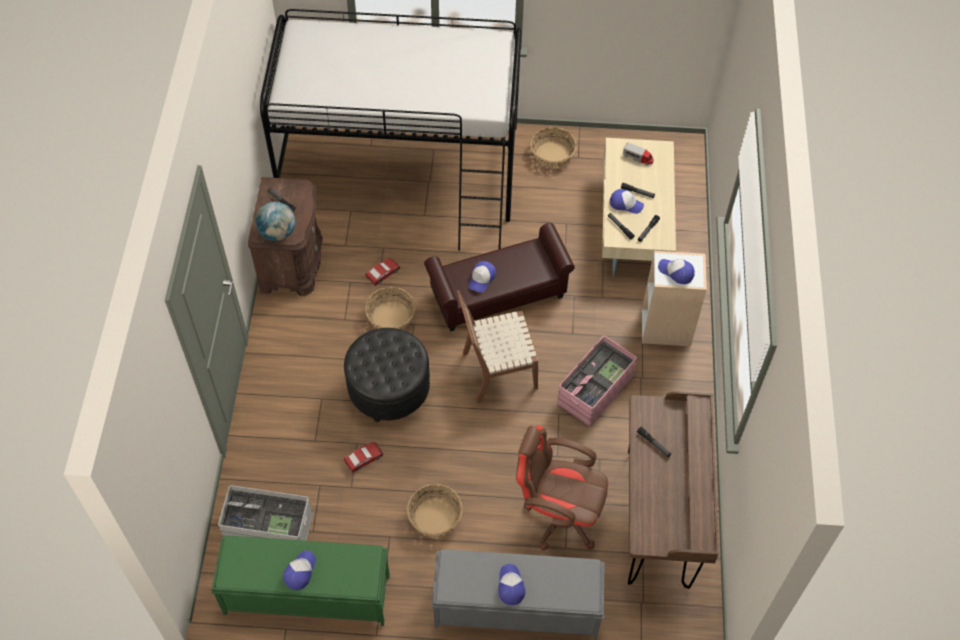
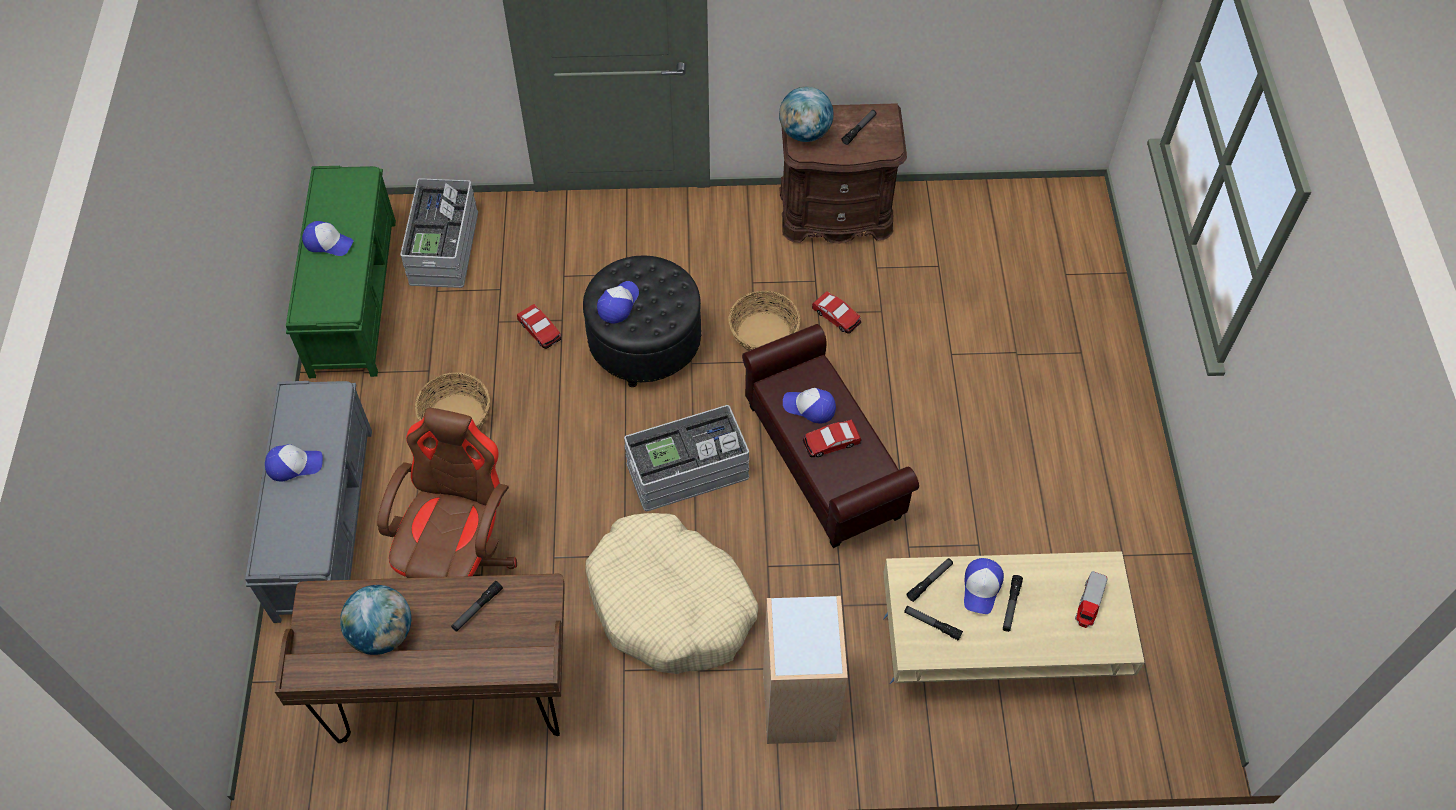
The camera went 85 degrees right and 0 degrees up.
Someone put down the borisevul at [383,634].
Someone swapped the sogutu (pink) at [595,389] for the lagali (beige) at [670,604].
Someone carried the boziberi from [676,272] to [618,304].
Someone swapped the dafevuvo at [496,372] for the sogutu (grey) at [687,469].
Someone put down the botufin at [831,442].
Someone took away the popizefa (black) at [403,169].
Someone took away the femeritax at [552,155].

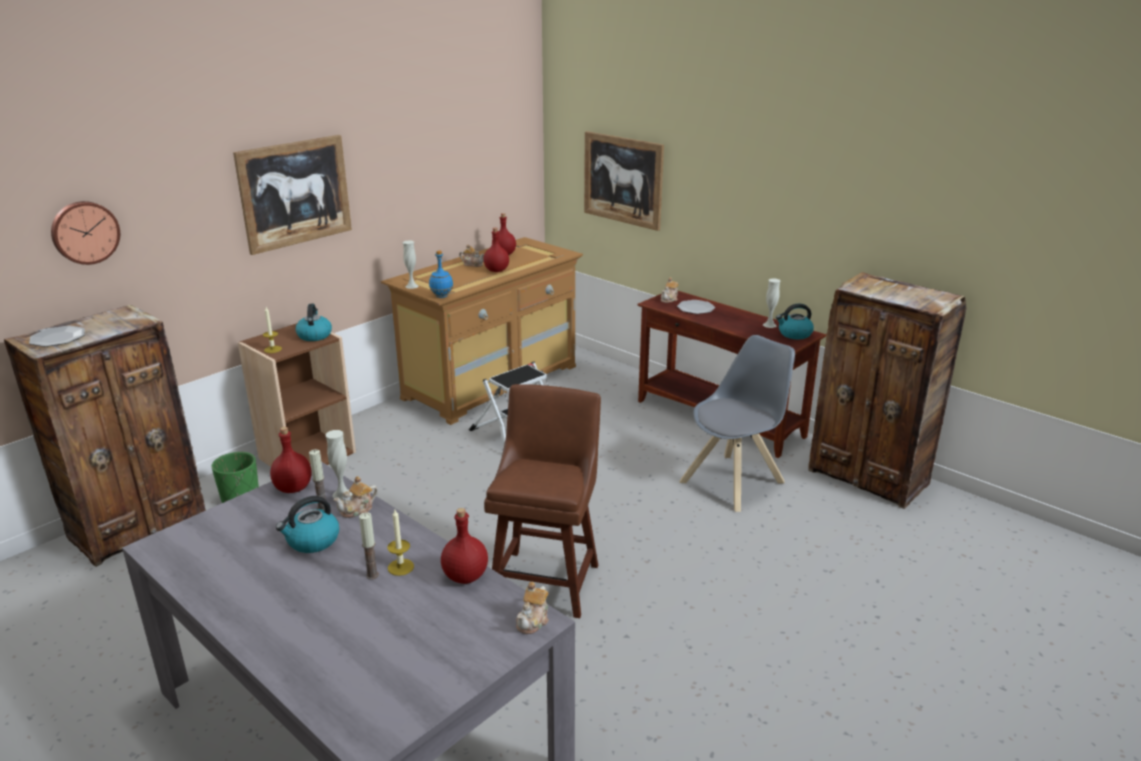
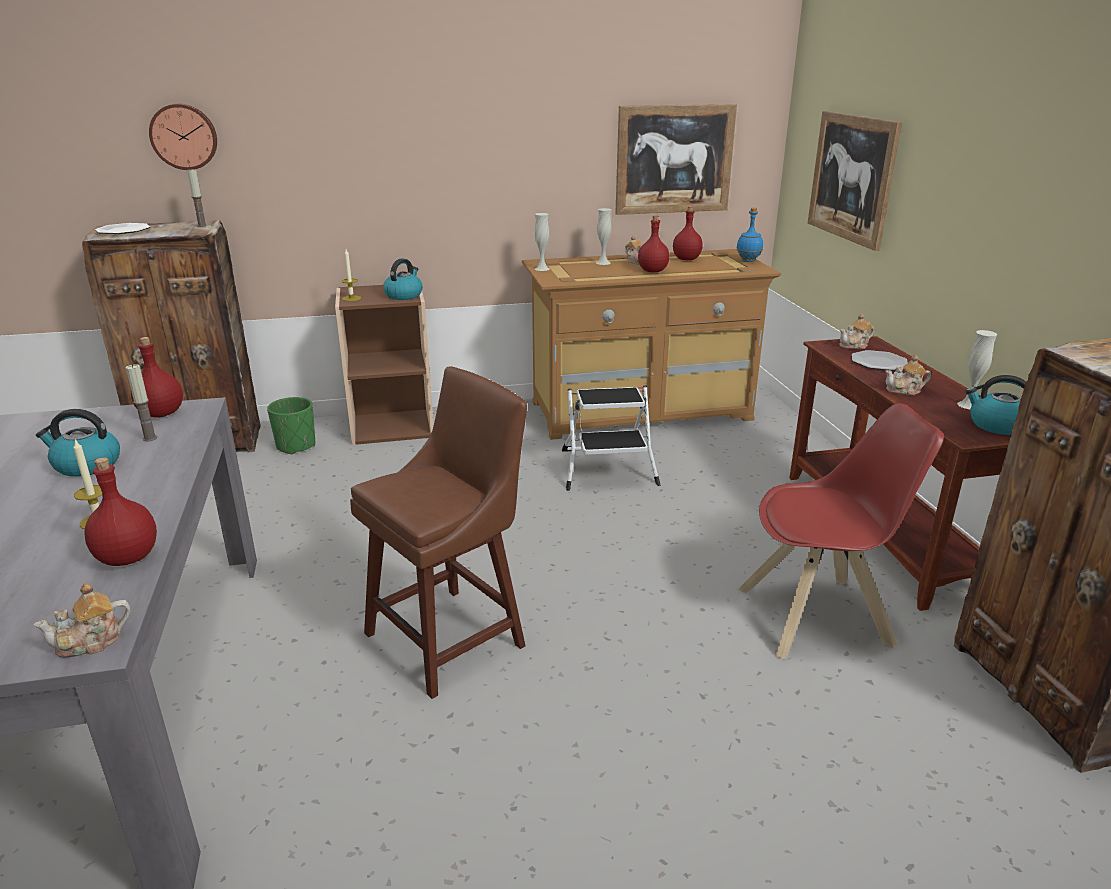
The camera went 35 degrees right and 0 degrees up.
Someone carried the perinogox from [372,575] to [202,225].
Someone carried the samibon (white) from [342,494] to [603,263].
Someone carried the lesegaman from [295,193] to [674,159].
Someone carried the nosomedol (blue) from [441,296] to [748,261].
Someone repainted the dafevuvo (grey) at [734,481], which became the dafevuvo (red) at [818,616].
Someone carried the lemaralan from [357,510] to [905,391].

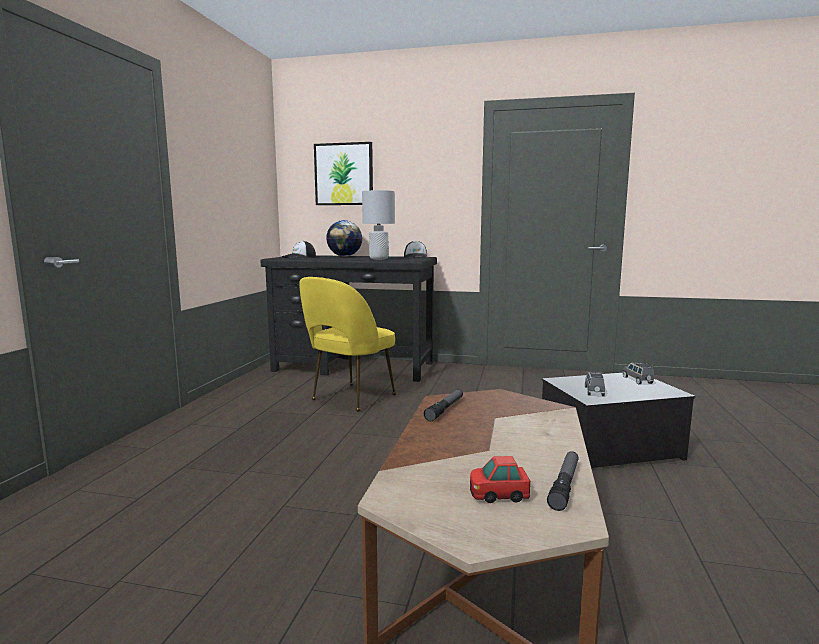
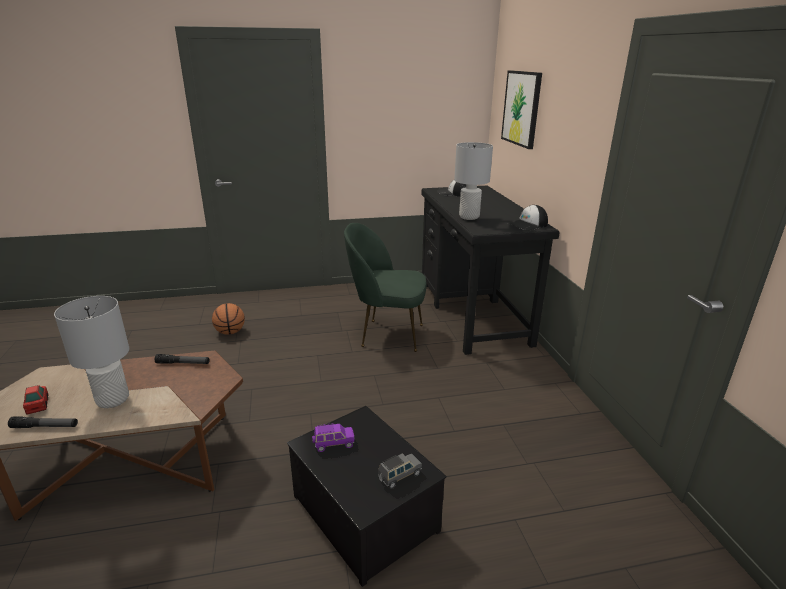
The camera went 65 degrees right and 15 degrees up.
Someone put down the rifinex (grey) at [113,402].
Someone put down the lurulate at [230,332].
Someone repainted the botufin (grey) at [594,391], which became the botufin (purple) at [333,444].
Someone repainted the dafevuvo (yellow) at [349,399], which became the dafevuvo (green) at [386,335].
Someone took away the borisevul at [344,256].

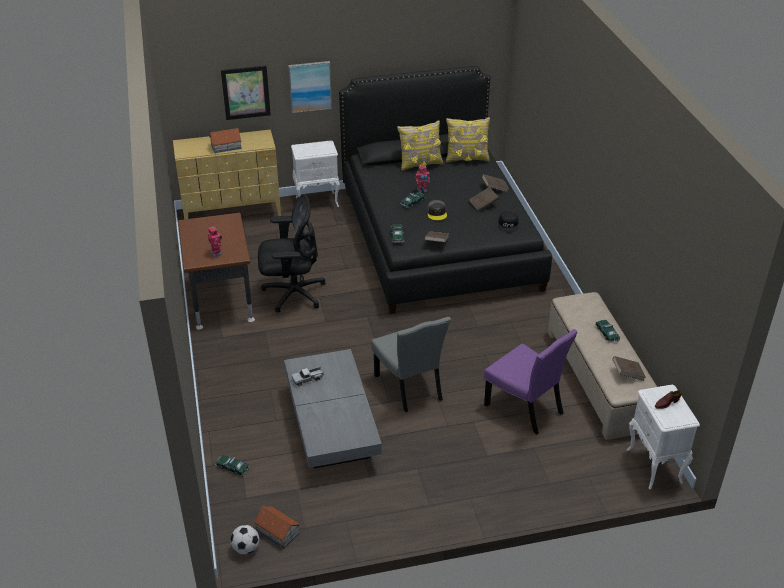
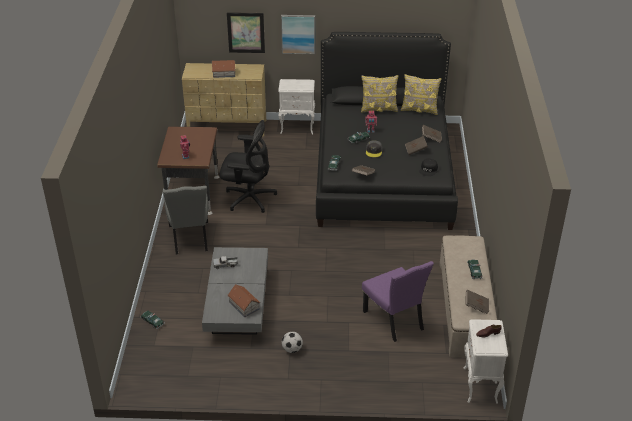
The camera went 15 degrees right and 0 degrees up.
Someone carried the dafevuvo (grey) from [409,386] to [190,237].
Someone carried the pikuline from [278,532] to [244,305].
Someone carried the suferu from [246,548] to [292,349].

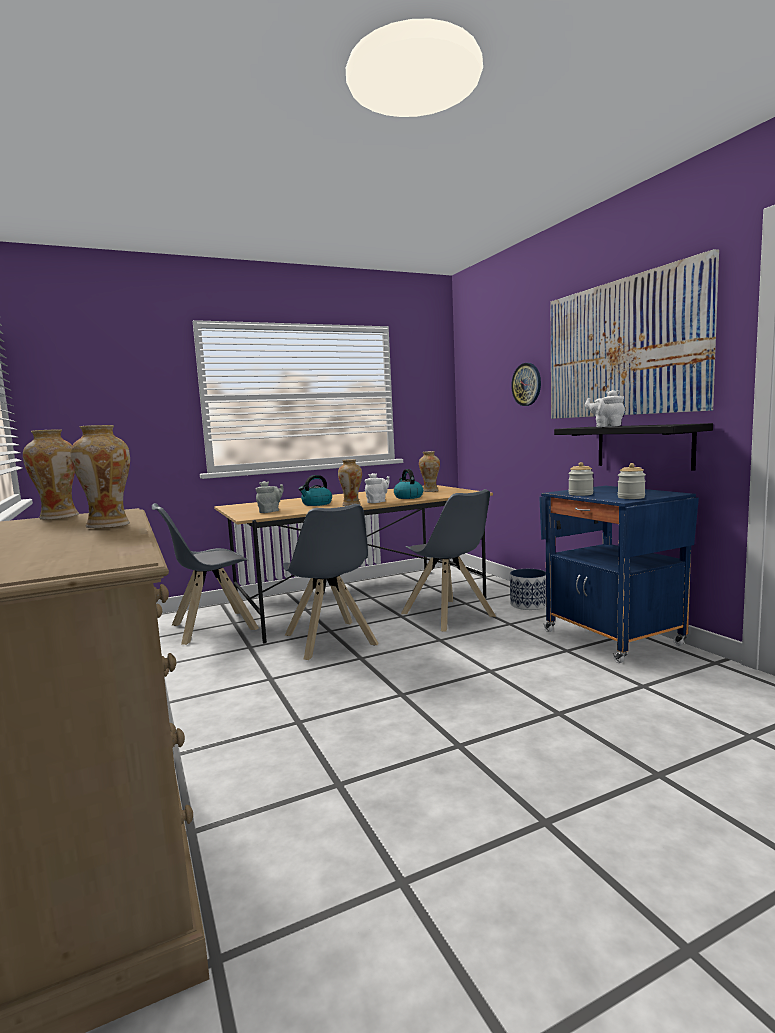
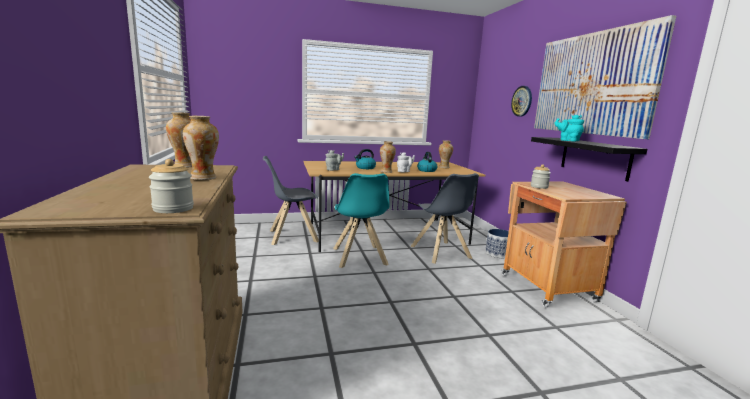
The camera went 10 degrees right and 5 degrees up.
Someone carried the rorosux from [631,497] to [173,209].
Someone repainted the dafevuvo (grey) at [331,641], which became the dafevuvo (turquoise) at [359,257].
Someone repainted the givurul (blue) at [613,639], which became the givurul (brown) at [548,289].
Someone repainted the lemaralan (white) at [606,426], which became the lemaralan (turquoise) at [567,140].

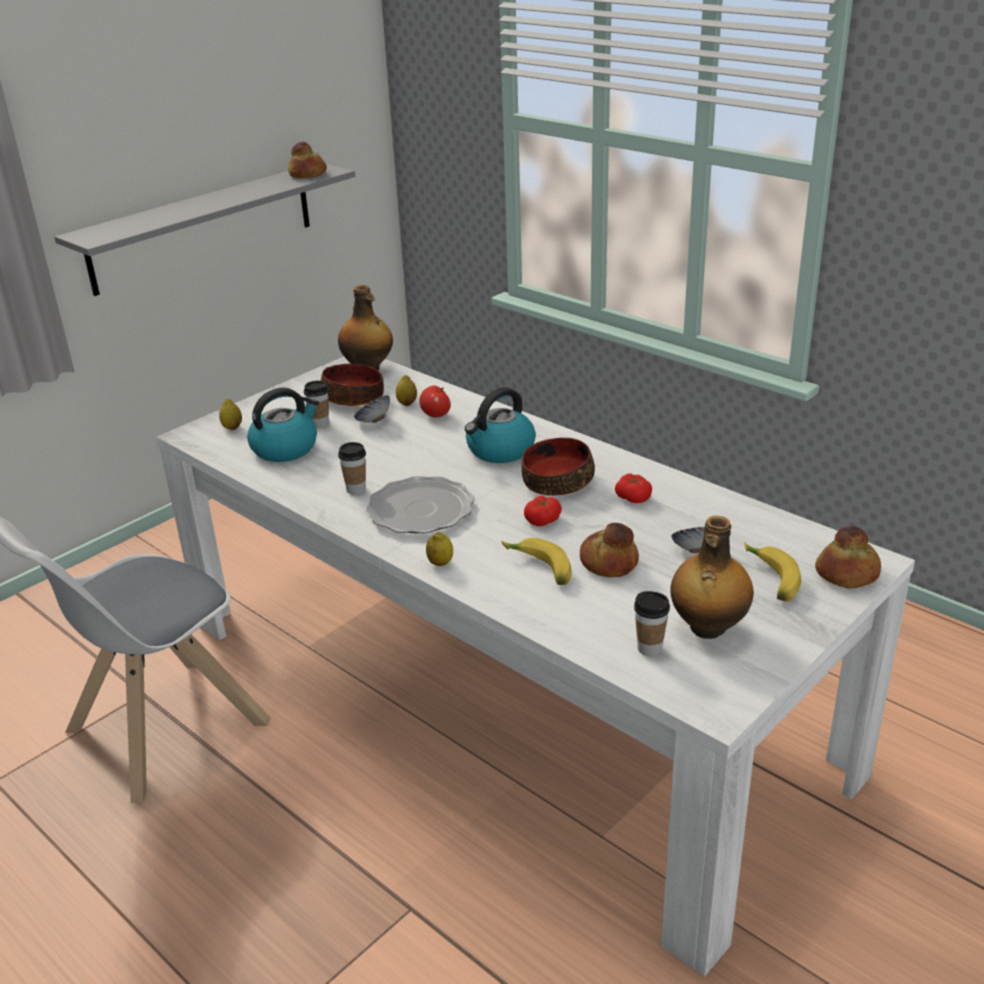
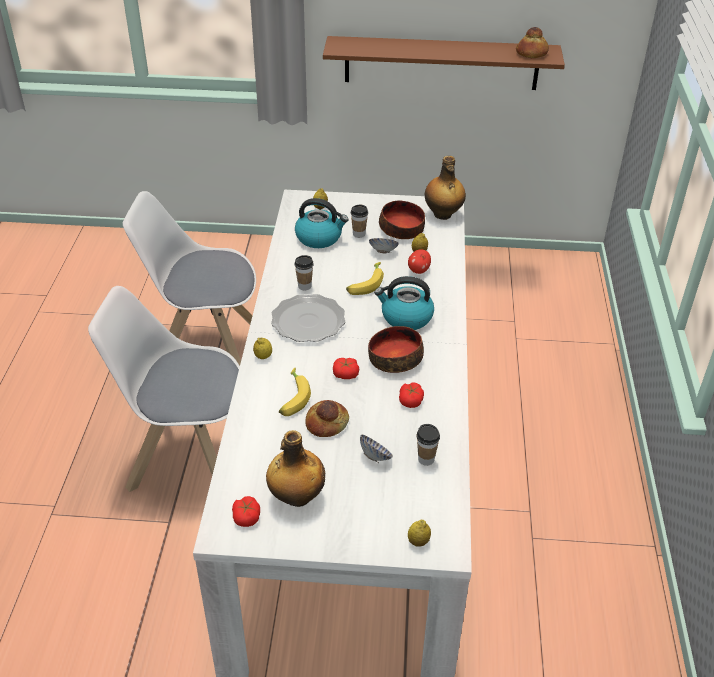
The camera went 50 degrees right and 10 degrees up.
Someone put down the dafevuvo at [189,459].
Someone put down the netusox at [247,517].
Someone repainted the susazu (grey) at [203,227], which became the susazu (brown) at [441,63].
Someone carried the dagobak from [769,580] to [365,284].
Someone swapped the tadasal at [848,574] for the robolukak at [418,541].
Someone carried the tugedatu from [649,648] to [426,459].

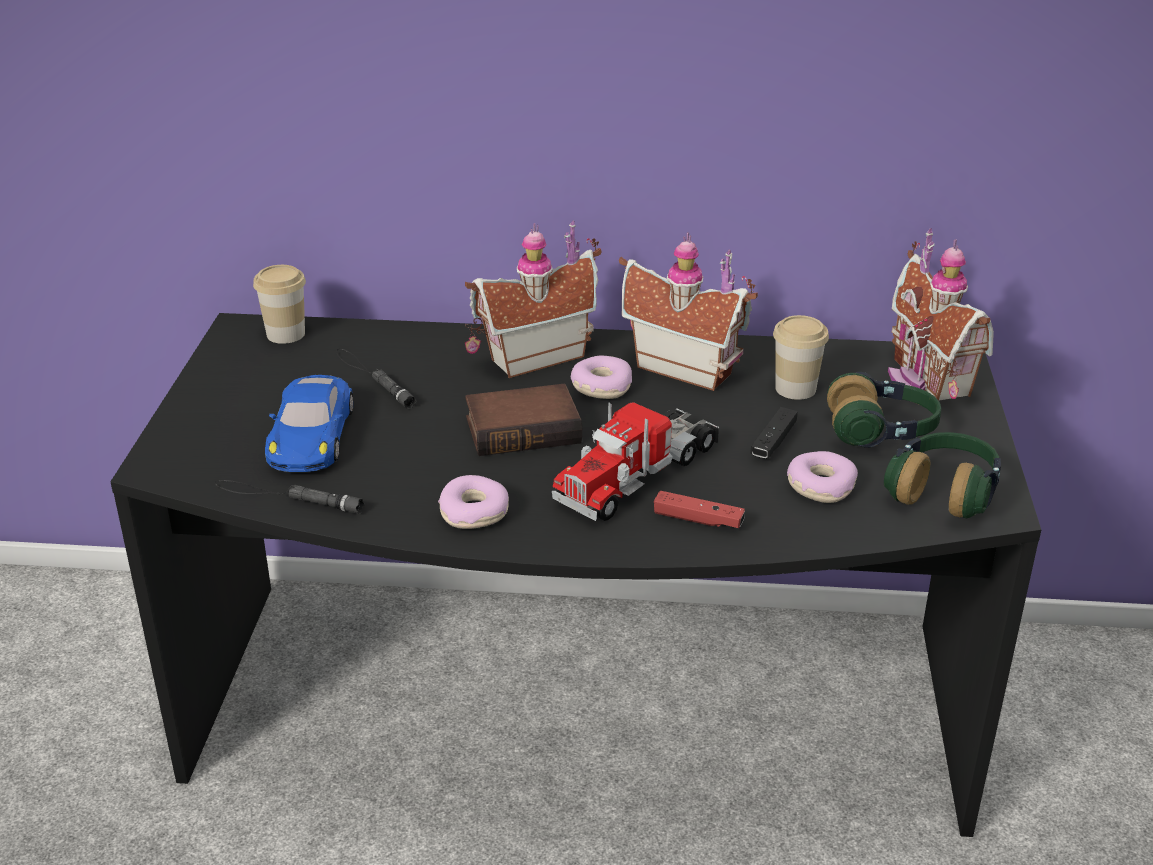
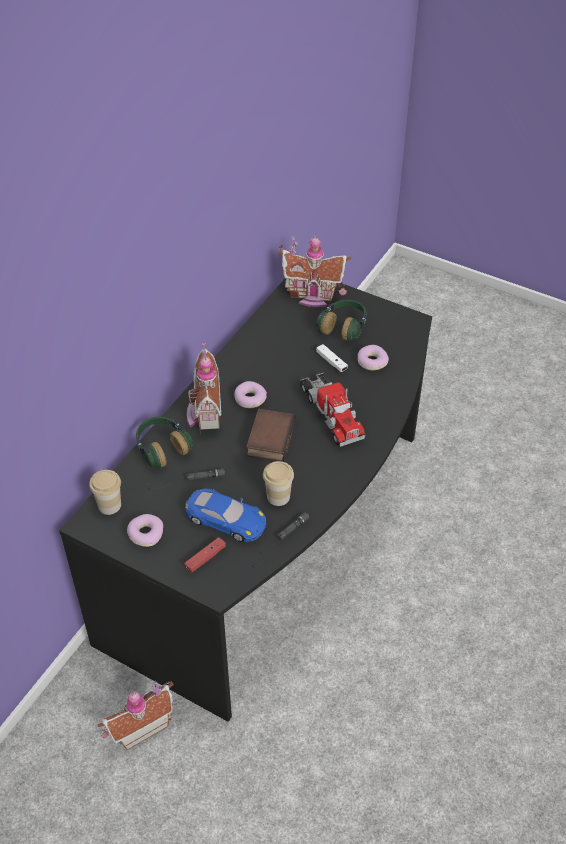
The camera went 65 degrees left and 15 degrees up.
Someone carried the pikuline from [686,366] to [139,727].
Someone carried the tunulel from [474,512] to [145,534].
Someone carried the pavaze from [944,492] to [162,448].
Someone carried the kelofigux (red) from [698,519] to [205,558].
Someone carried the tugedatu from [795,389] to [278,496].
Someone repainted the kelofigux (black) at [773,442], which became the kelofigux (white) at [331,362].

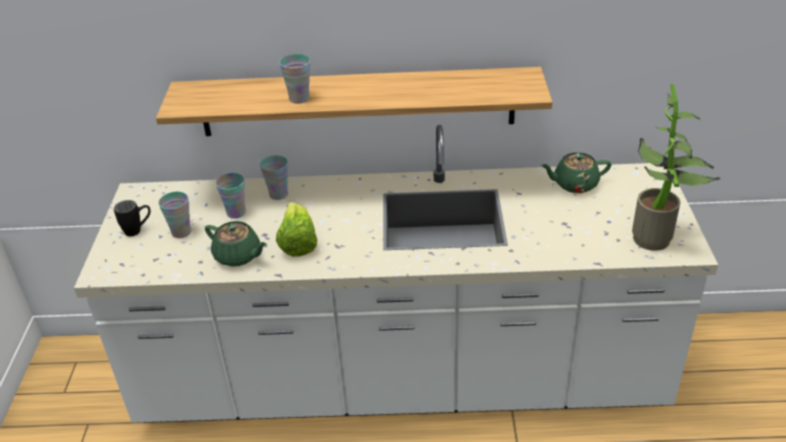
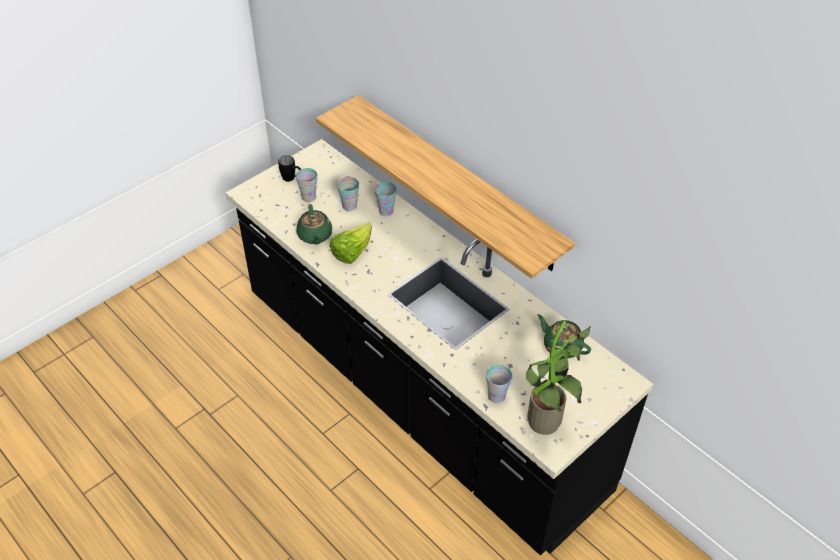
The camera went 45 degrees right and 10 degrees up.
Someone repainted the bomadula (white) at [401,380], which became the bomadula (black) at [418,391].
Someone carried the tugedatu from [299,99] to [496,396].

